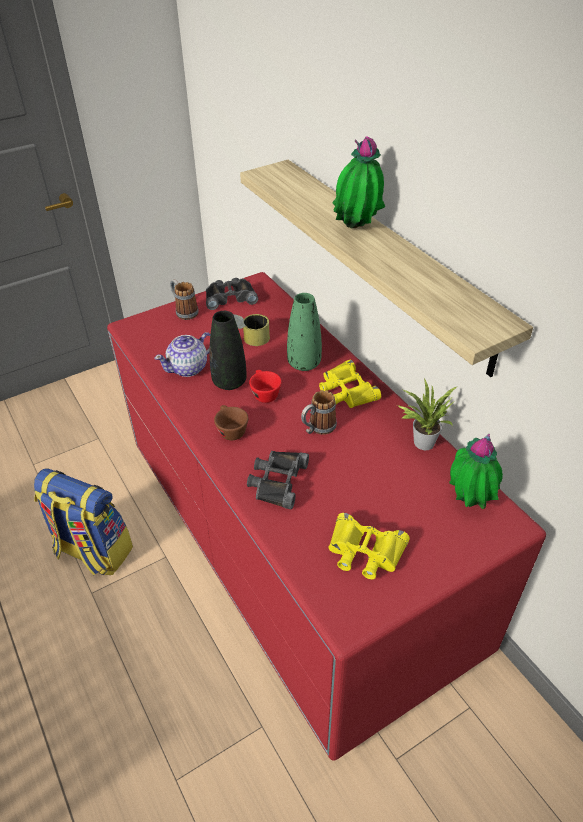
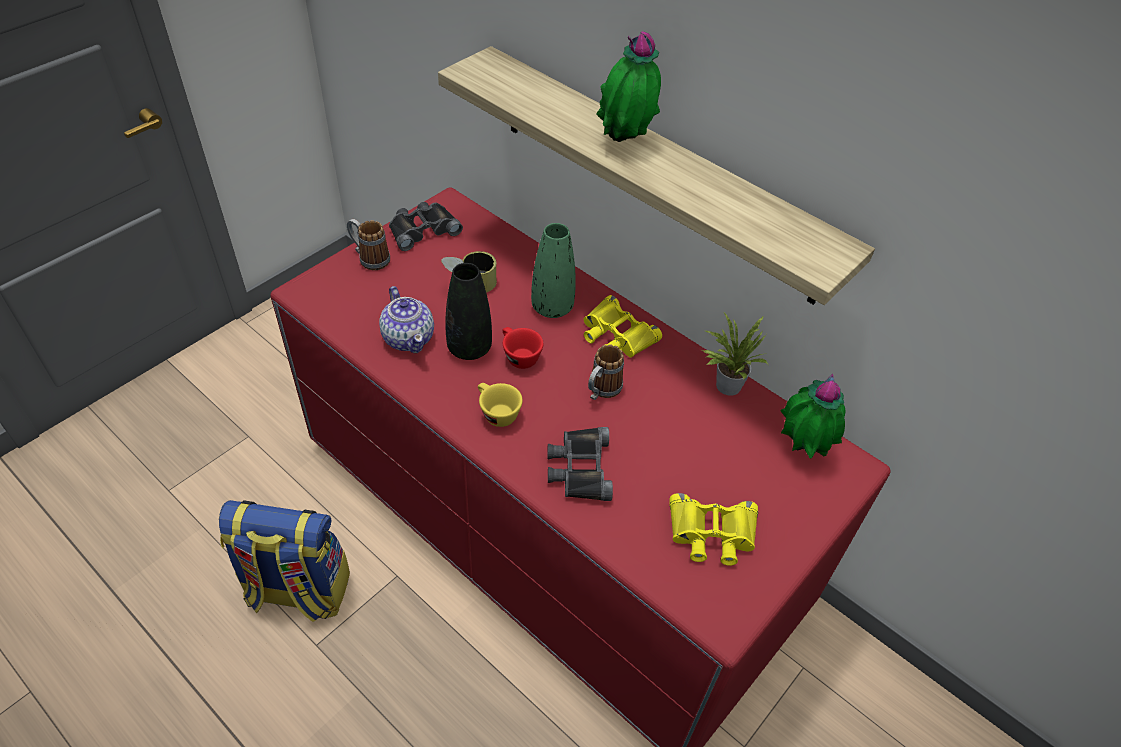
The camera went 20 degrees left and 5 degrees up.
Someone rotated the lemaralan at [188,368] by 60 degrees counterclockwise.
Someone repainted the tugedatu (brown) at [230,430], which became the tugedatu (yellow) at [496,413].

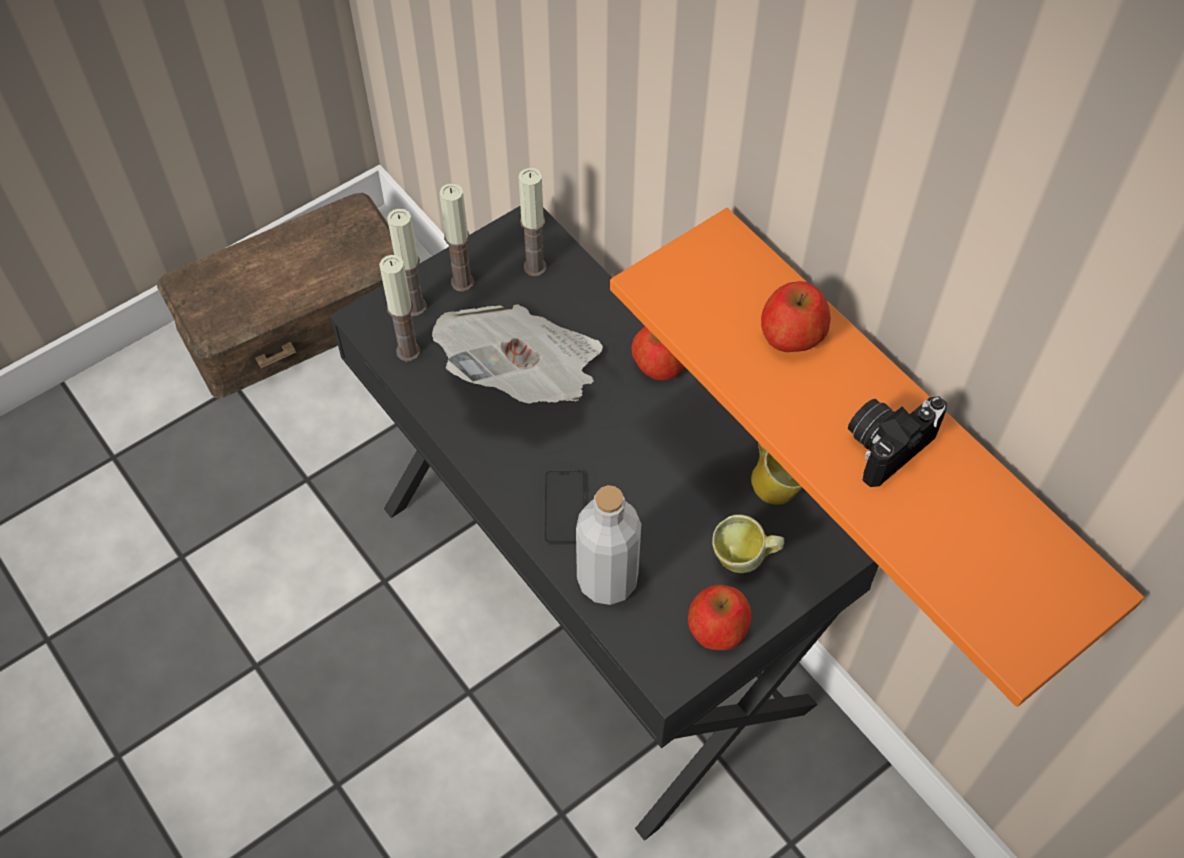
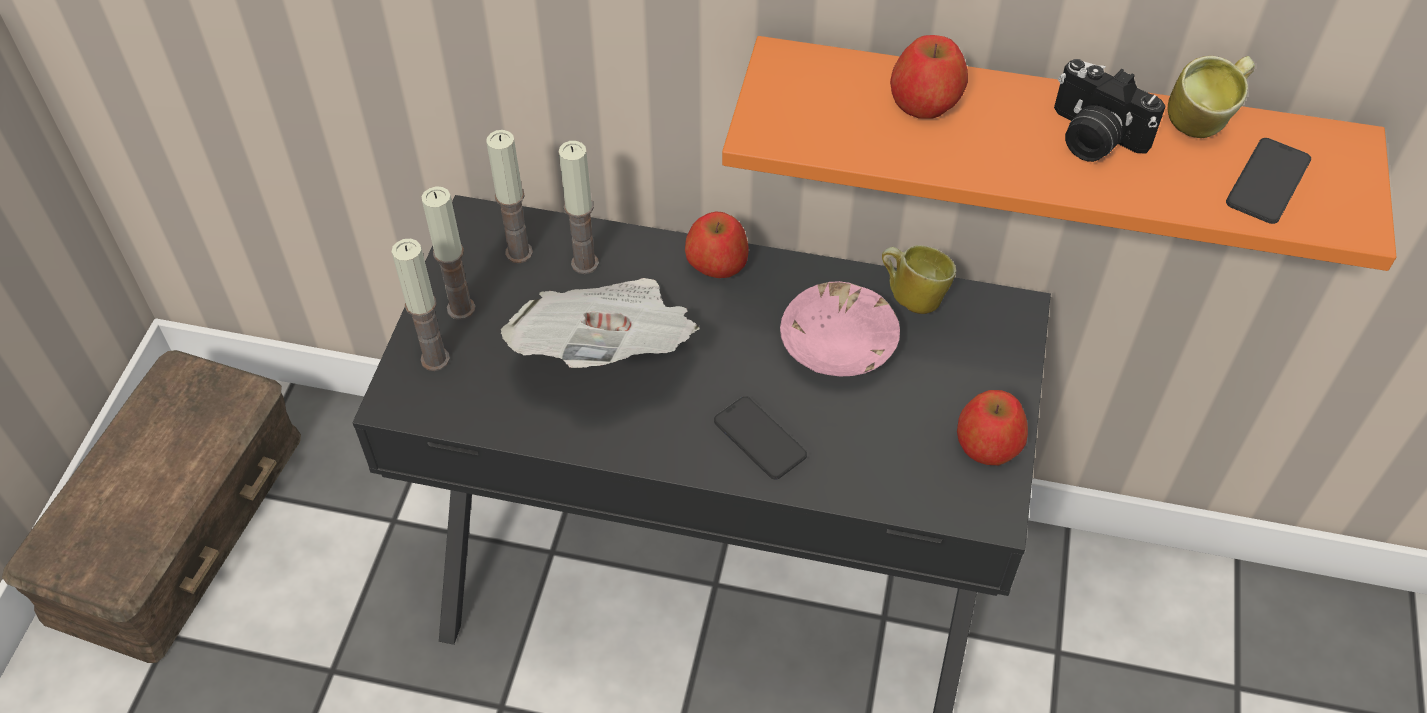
The camera went 40 degrees left and 5 degrees down.
Someone carried the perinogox from [408,351] to [585,263].
Someone put down the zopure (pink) at [839,345].
Someone rotated the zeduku at [886,444] by 60 degrees counterclockwise.
Someone carried the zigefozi from [744,560] to [1203,123].
Someone put down the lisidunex at [1268,181].
Someone took away the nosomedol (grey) at [607,580].

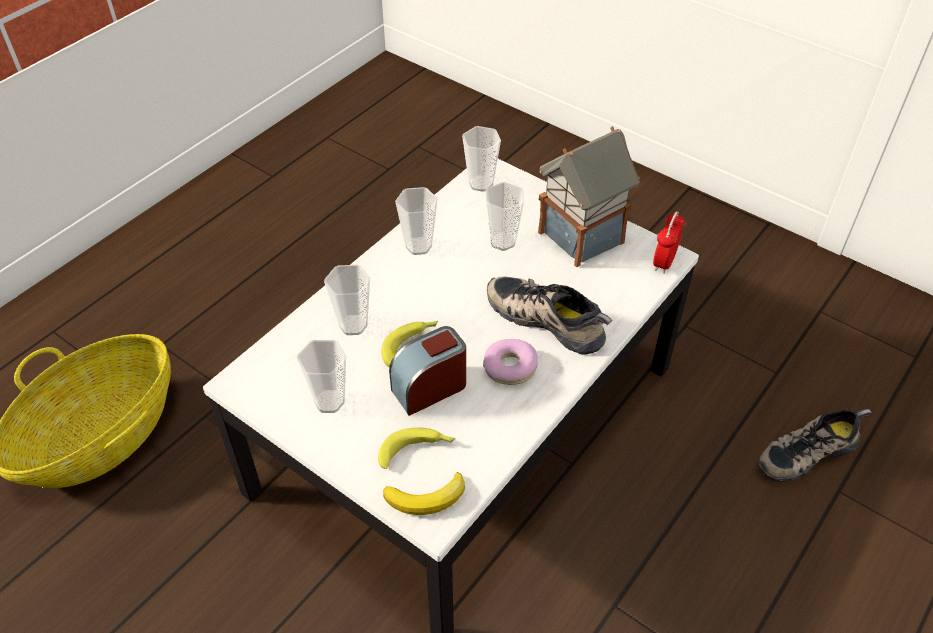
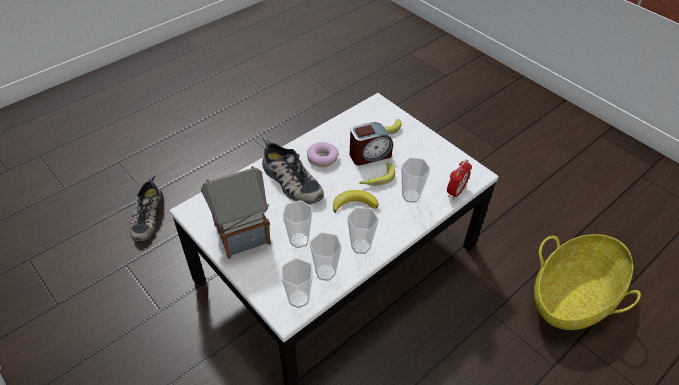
The camera went 170 degrees left and 0 degrees up.
Someone rotated the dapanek at [806,451] by 105 degrees clockwise.
Someone carried the tugedatu from [329,401] to [325,272].
Someone carried the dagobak from [427,498] to [354,203].
Someone carried the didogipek from [664,262] to [456,192].

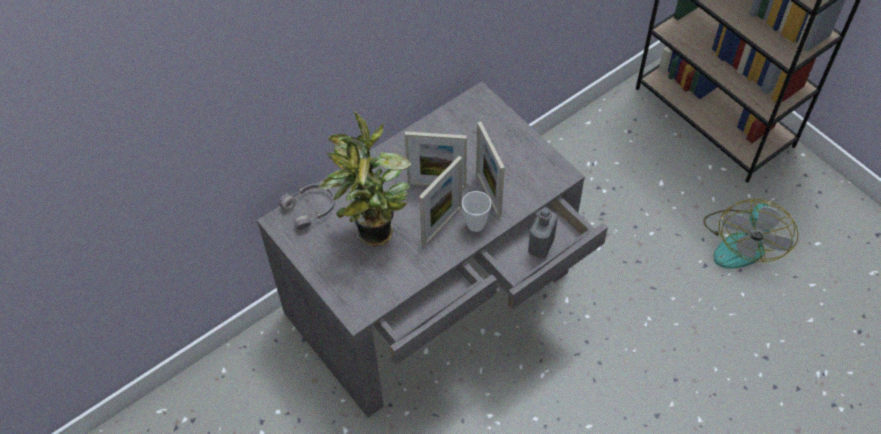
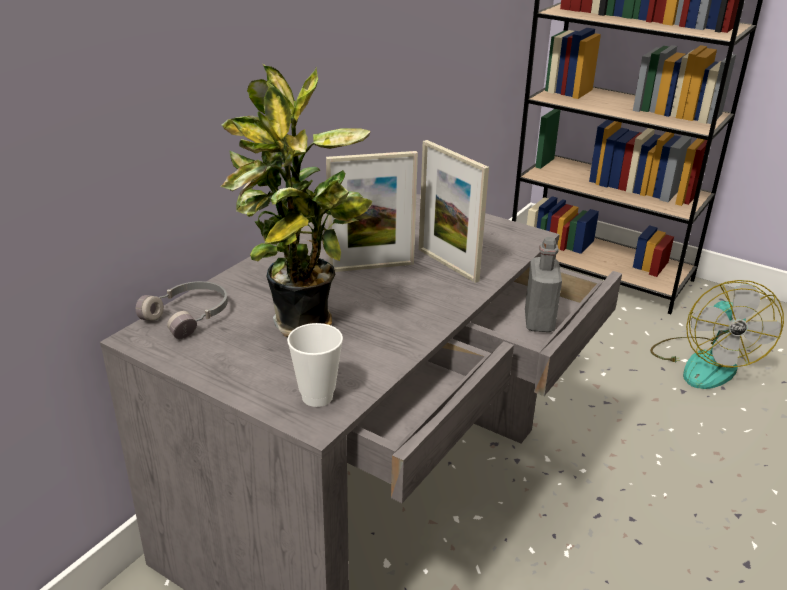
The camera went 20 degrees left and 25 degrees down.
Someone carried the tugedatu from [475,224] to [317,397].
Someone took away the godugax at [442,225].

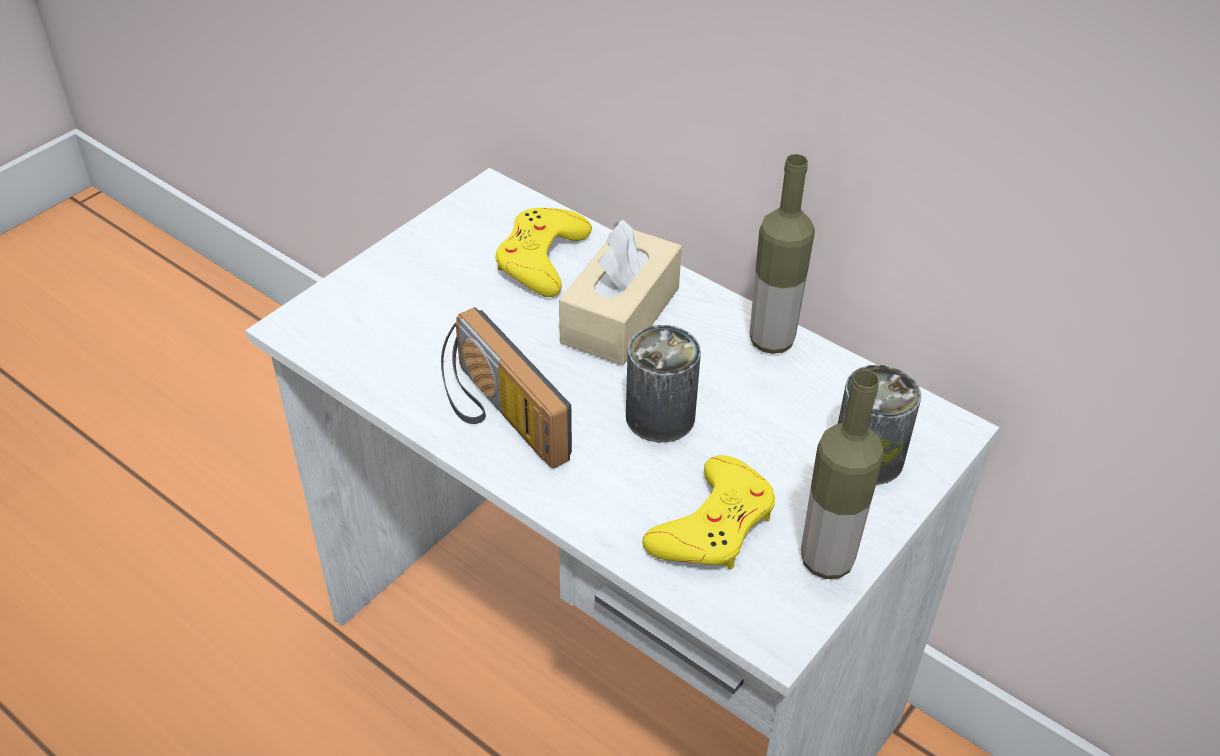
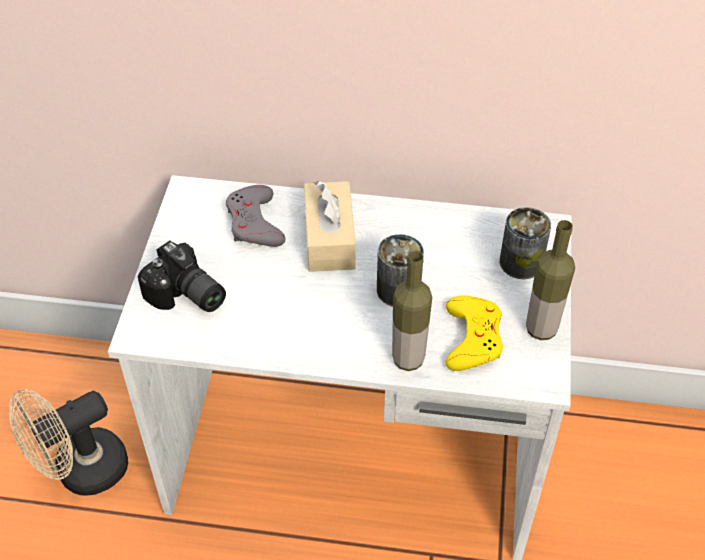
The camera went 30 degrees left and 5 degrees up.
Someone put down the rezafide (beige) at [81,472].
Someone put down the zeduku at [186,297].
Someone repainted the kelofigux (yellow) at [541,259], which became the kelofigux (grey) at [255,223].
Someone carried the nosomedol from [771,341] to [408,359].
Someone took away the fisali at [496,416].

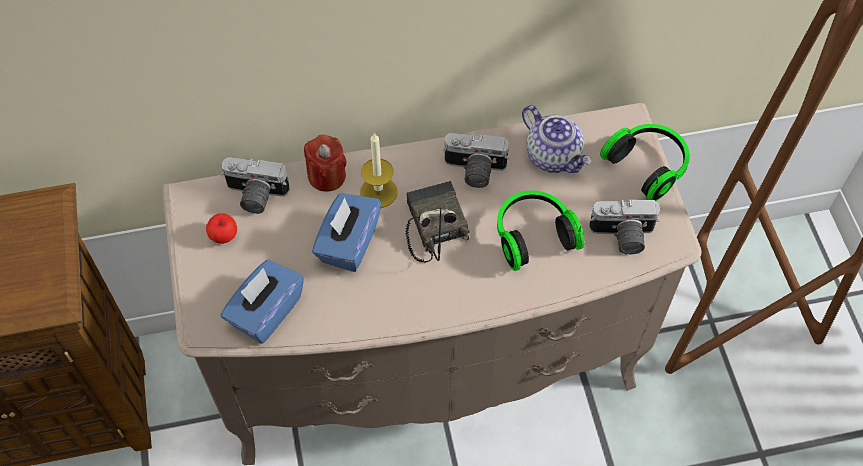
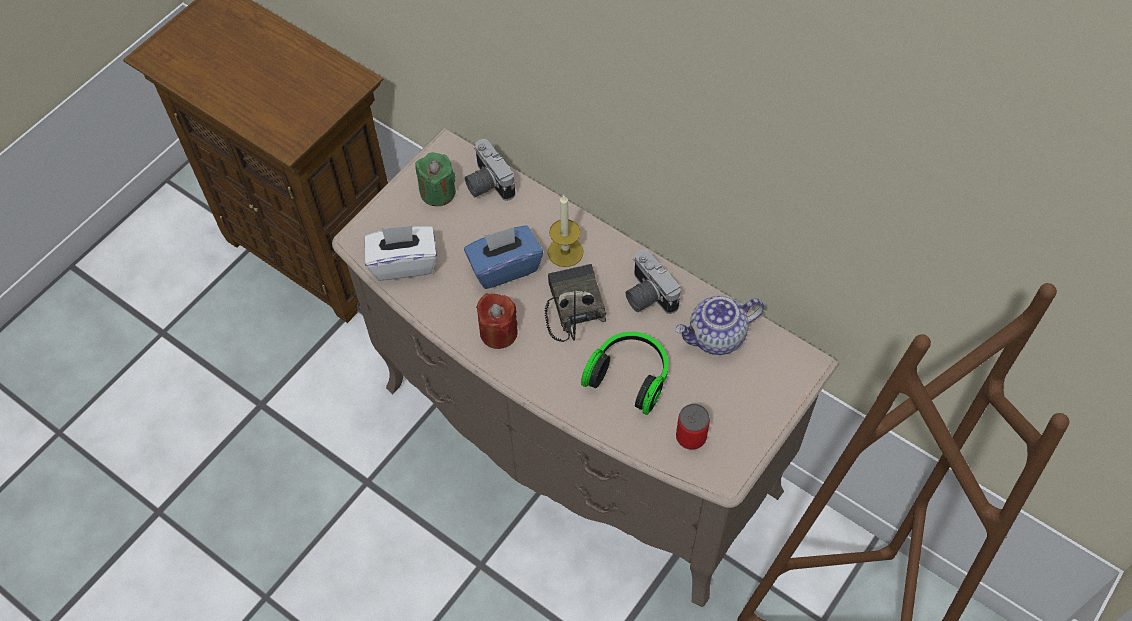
The camera went 50 degrees right and 0 degrees up.
Someone repainted the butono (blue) at [266,312], which became the butono (white) at [404,263].
Someone swapped the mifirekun at [224,236] for the perinogox (green) at [438,192].
Someone carried the perinogox (red) from [327,176] to [498,332].
Someone rotated the fisali at [433,225] by 45 degrees counterclockwise.
Someone rotated the lemaralan at [554,156] by 60 degrees clockwise.
Someone swapped the zeduku at [622,237] for the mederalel at [691,437].
Someone took away the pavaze at [648,166].

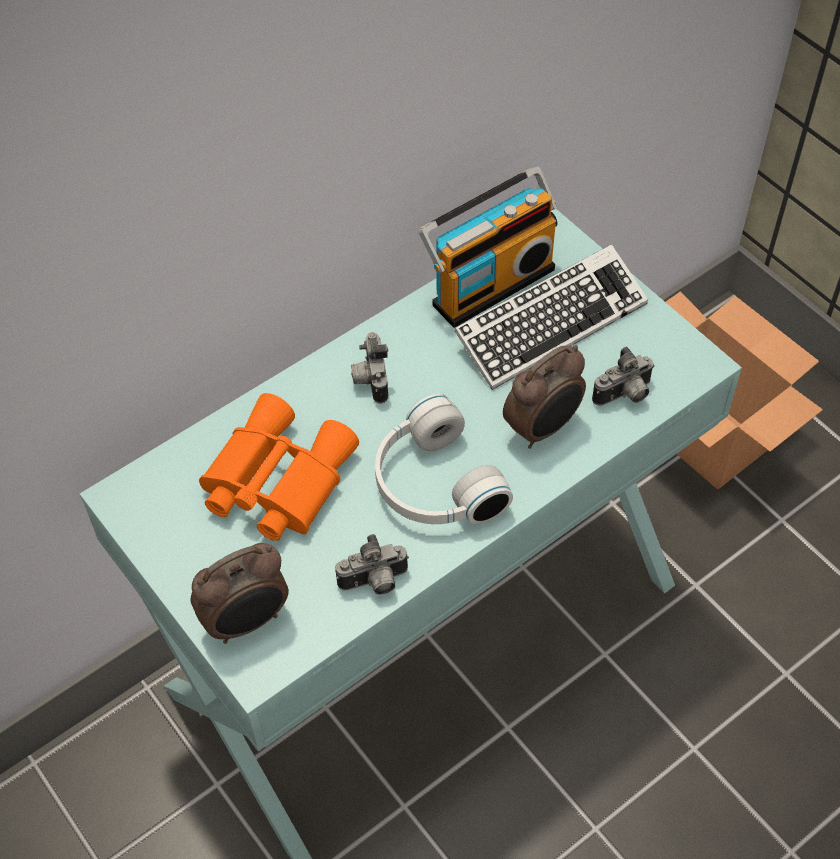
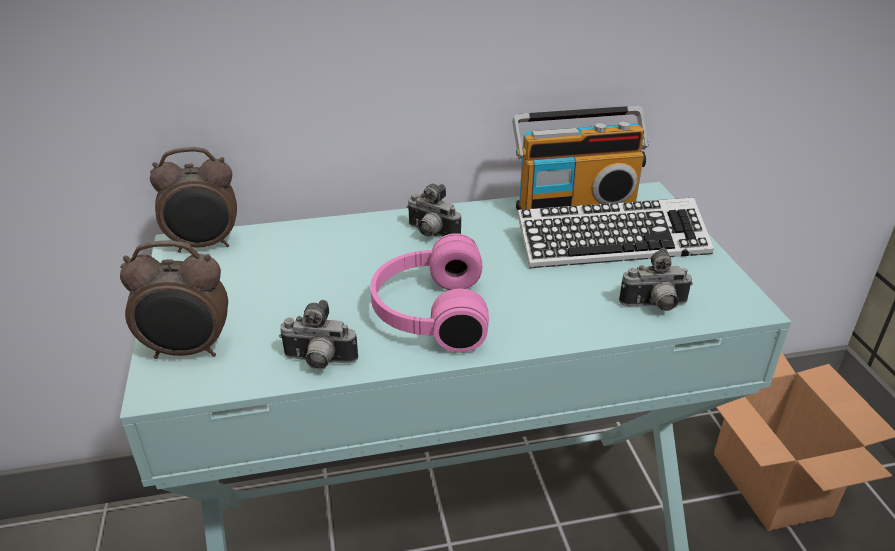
The camera went 25 degrees right and 20 degrees down.
Someone carried the didogipek from [543,428] to [205,245].
Someone repainted the pavaze (white) at [432,484], which became the pavaze (pink) at [428,312].
Someone rotated the zeduku at [370,379] by 75 degrees counterclockwise.
Someone took away the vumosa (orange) at [274,480].

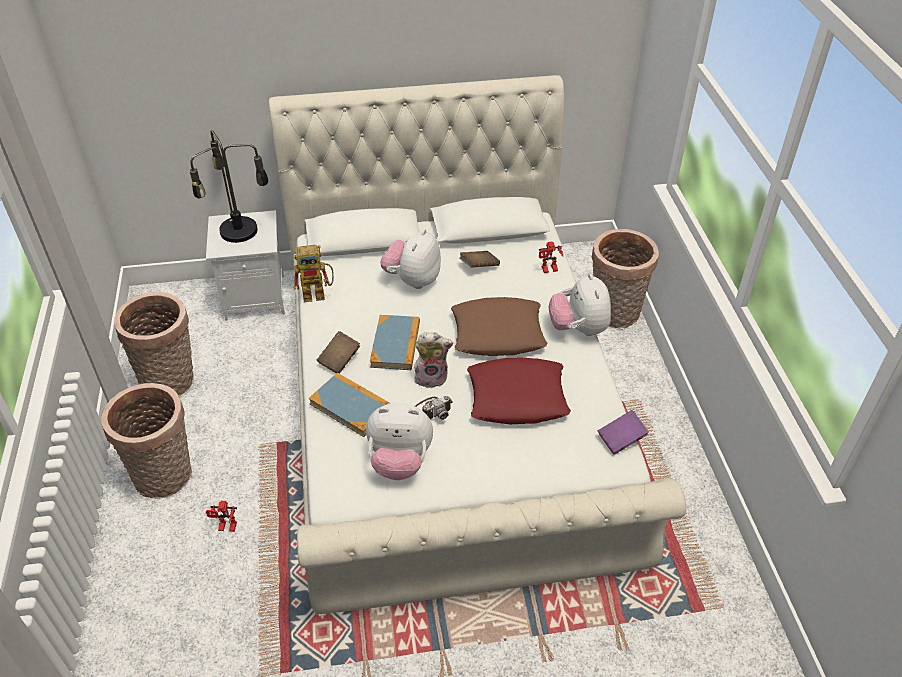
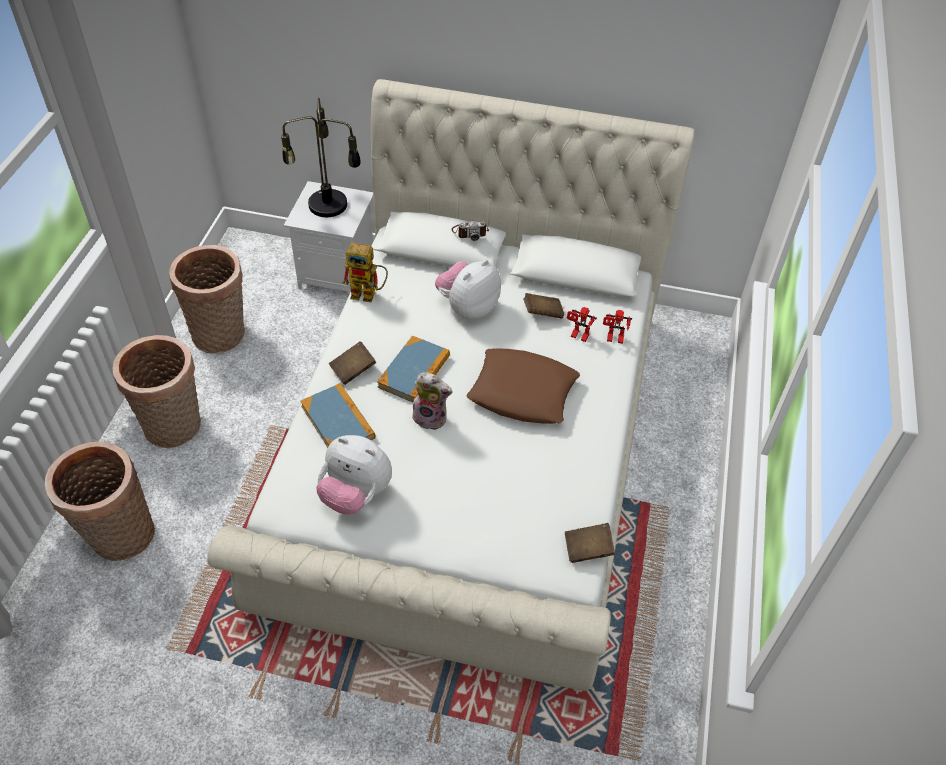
The camera went 20 degrees right and 5 degrees up.
Someone carried the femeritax from [614,315] to [119,537].
Someone carried the zeduku from [432,410] to [470,232].
Someone repainted the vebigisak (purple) at [621,439], which became the vebigisak (brown) at [588,549].
Someone carried the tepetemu from [225,528] to [578,336].
Someone took away the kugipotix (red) at [517,397].
Someone took away the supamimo at [578,329].

